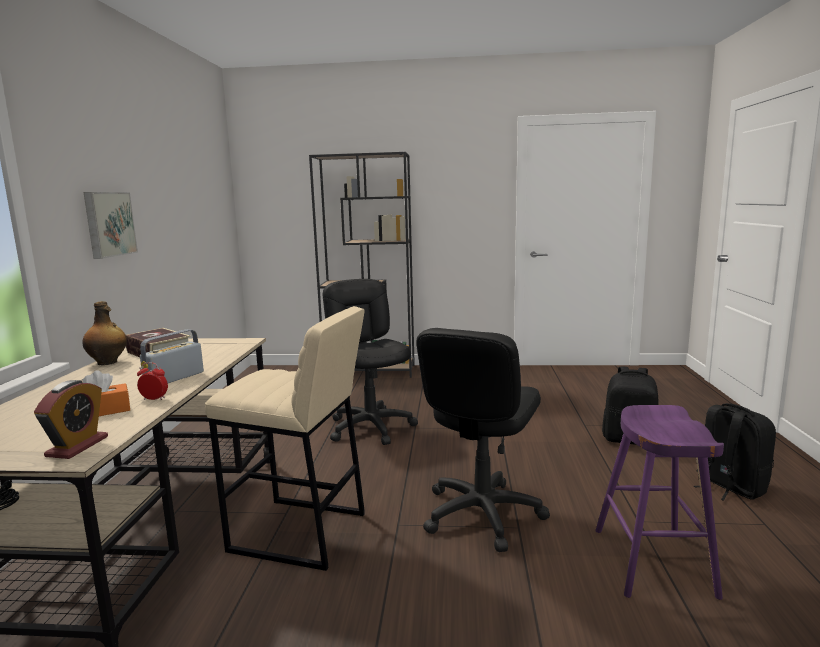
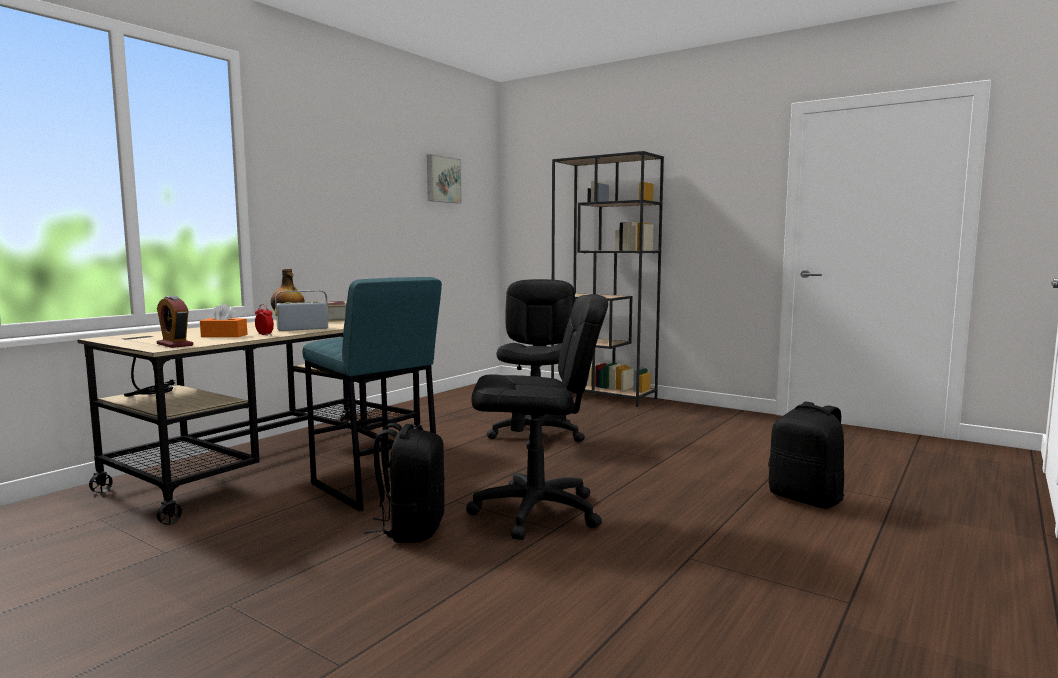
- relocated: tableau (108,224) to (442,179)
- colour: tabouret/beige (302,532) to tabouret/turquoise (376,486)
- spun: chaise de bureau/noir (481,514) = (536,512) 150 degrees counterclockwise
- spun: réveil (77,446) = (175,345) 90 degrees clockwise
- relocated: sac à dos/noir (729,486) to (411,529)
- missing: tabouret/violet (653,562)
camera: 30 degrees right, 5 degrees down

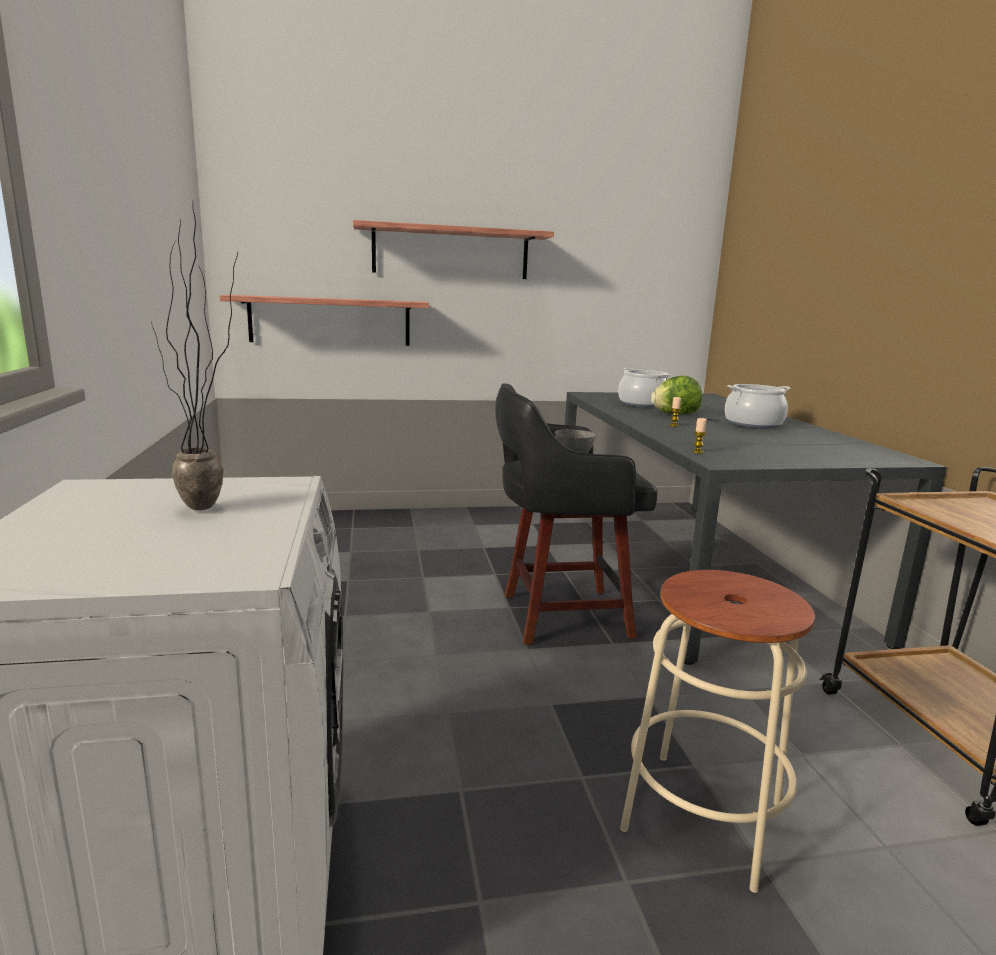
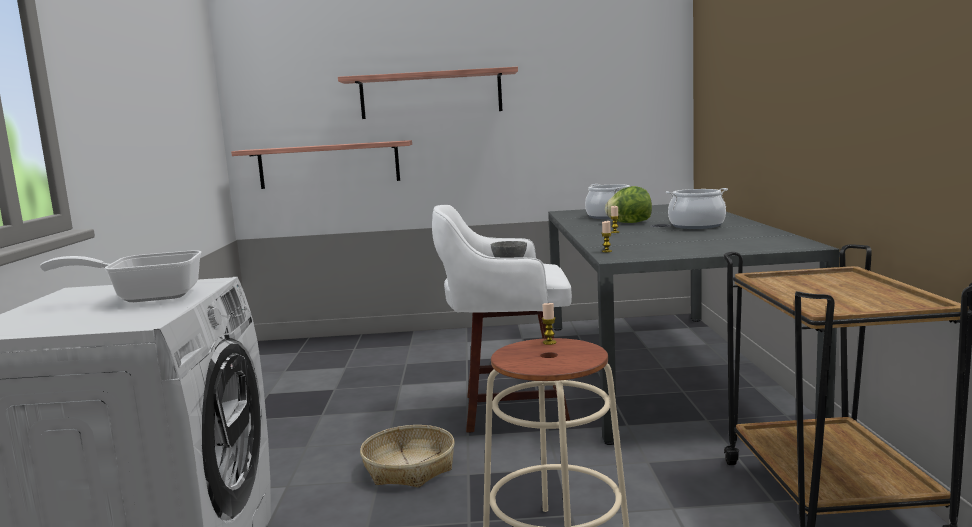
- exchanged: plante en pot (213,509) to poêle (147,296)
- colour: tabouret/noir (559,615) to tabouret/blanc (509,410)
- appeared: bougie (549,342)
- appeared: panier (409,468)
camera: 10 degrees right, 5 degrees down

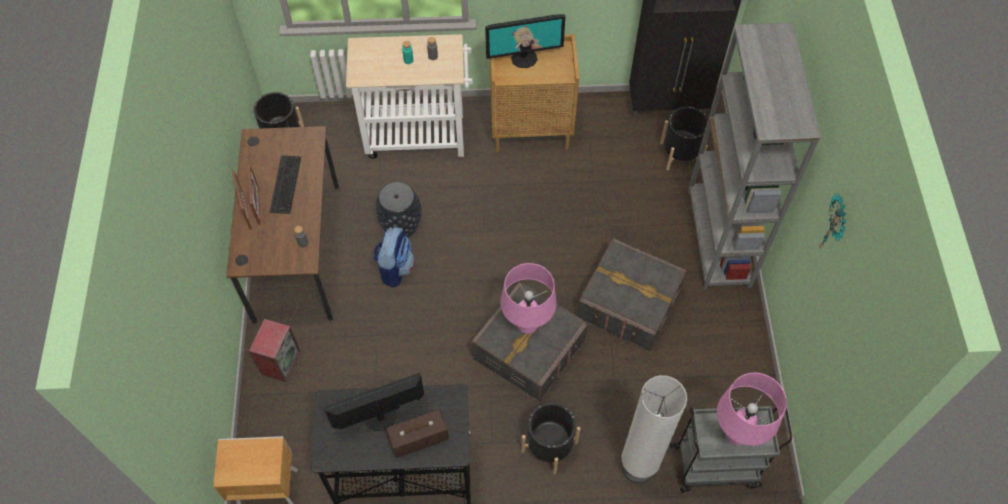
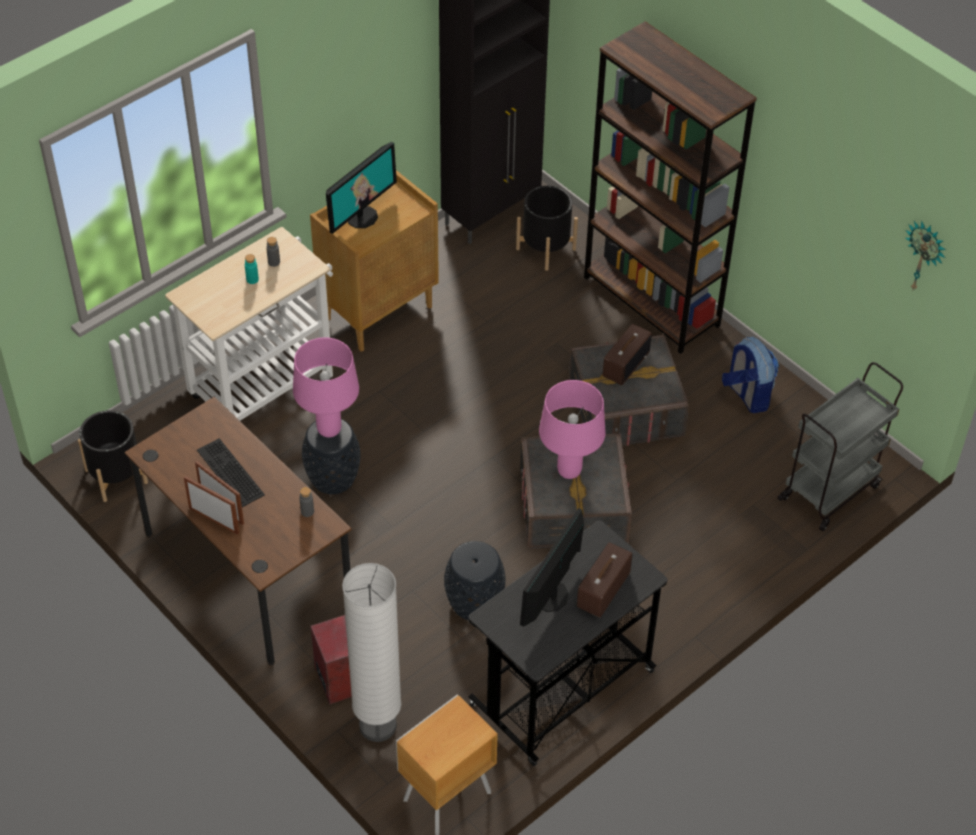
- colour: bibliothèque/gris (718,238) to bibliothèque/marron (651,301)
- relocated: horloge murale (835,227) to (924,256)
- relocated: sac à dos (395,268) to (747,395)
- relocated: lampe de table/rose (736,436) to (330,430)
- relocated: lampadaire/blanc (637,469) to (378,725)
- missing: cache-pot/noir (549,446)
- appeared: radio (625,363)
- appeared: tabouret/noir (474,602)
camera: 40 degrees left, 10 degrees down

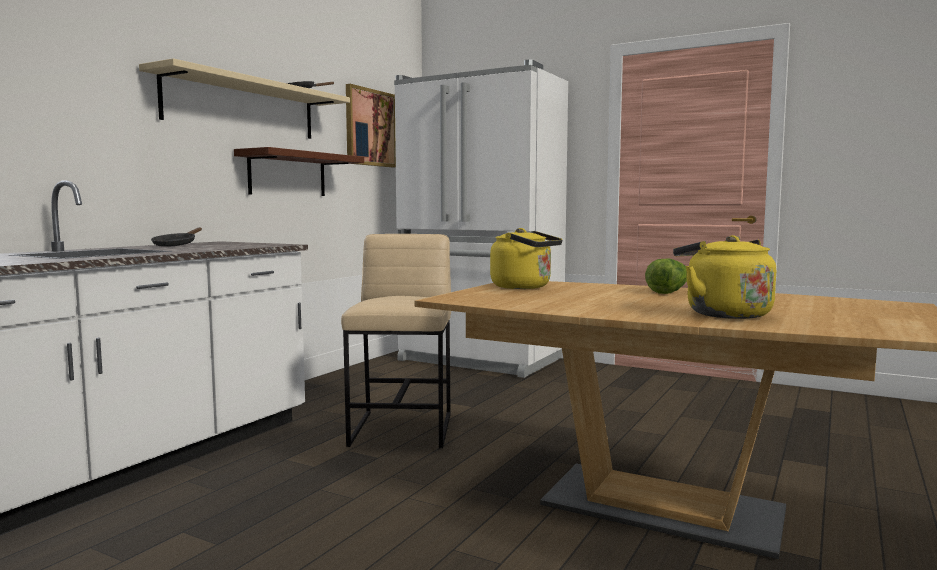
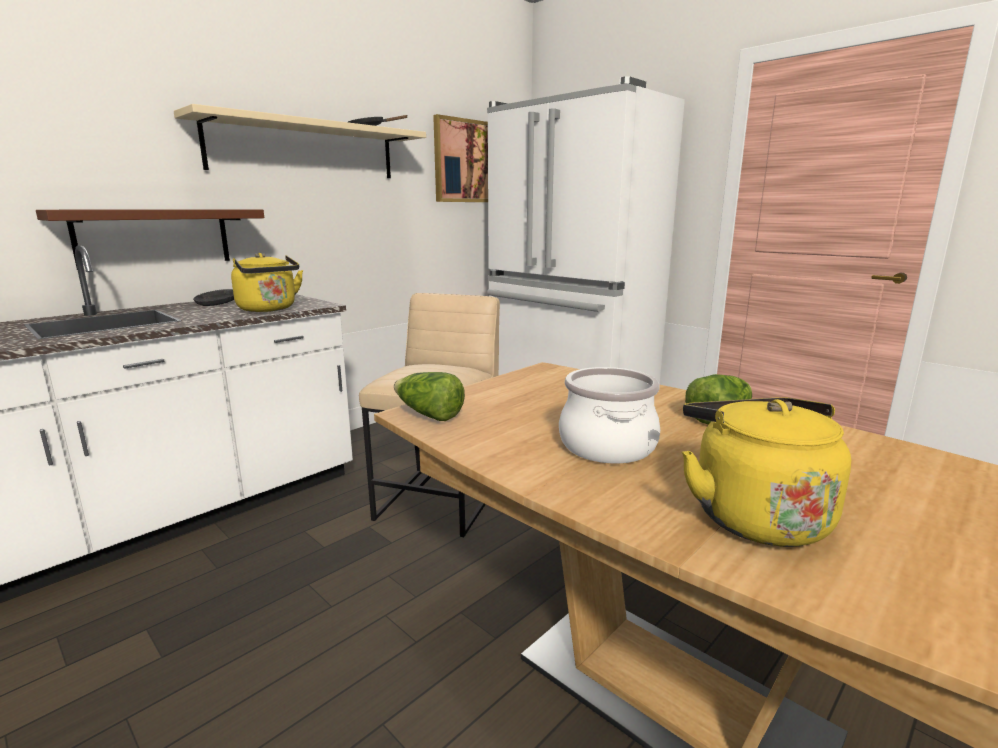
- relocated: étagère/marron (287,174) to (154,237)
- relocated: bouilloire/jaune (525,287) to (269,309)
- appeared: marmite (608,446)
- appeared: laitue (428,415)
camera: 15 degrees right, 10 degrees up

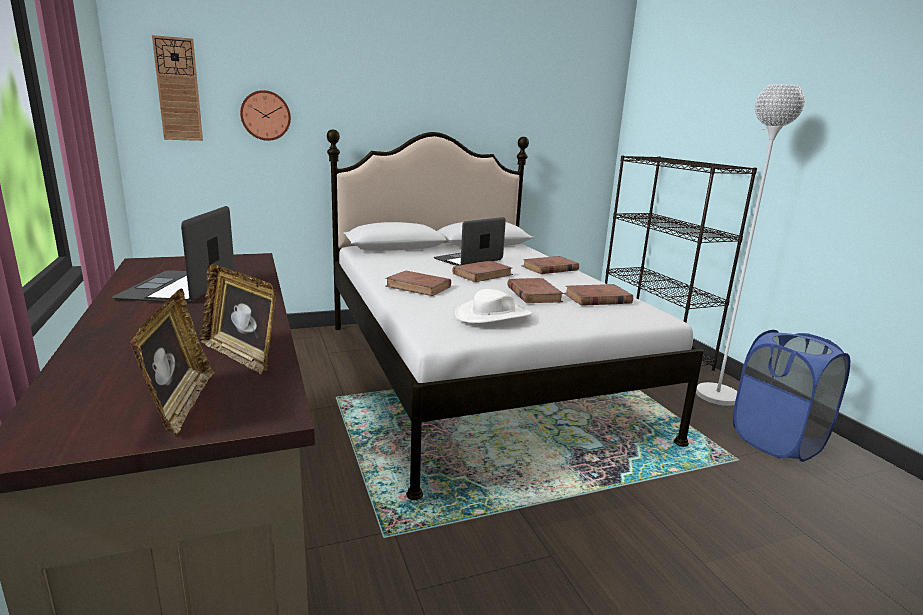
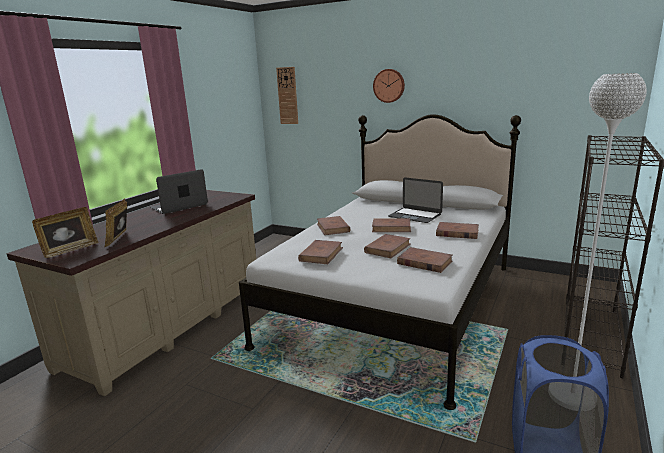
- relocated: horloge murale (265,115) to (389,85)
- spun: ordinateur portable (468,259) = (415,215) 150 degrees counterclockwise
- exchanged: chapeau/blanc (493,315) to livre/marron (321,254)
camera: 50 degrees right, 0 degrees up

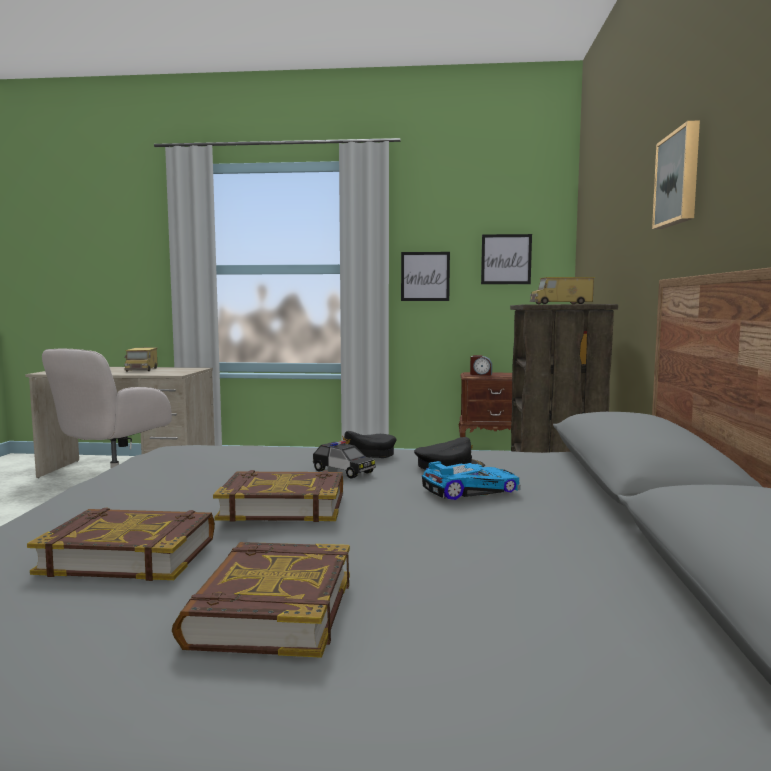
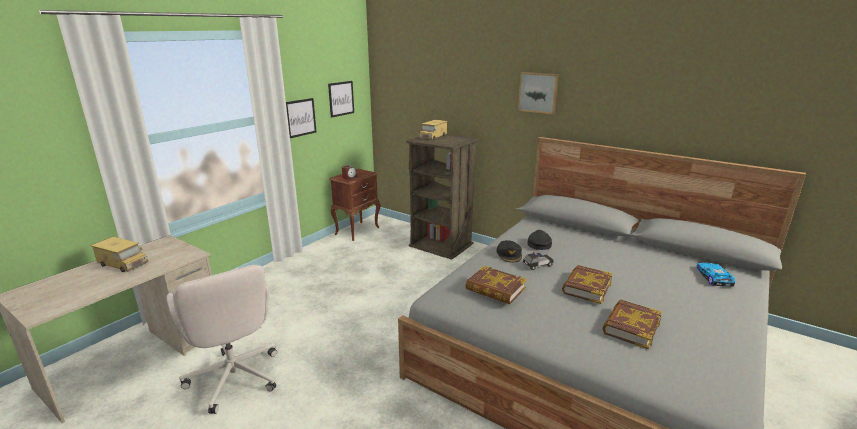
- relocated: petite voiture (469,489) to (713,277)
- relocated: livre (271,609) to (495,289)
camera: 60 degrees left, 15 degrees up

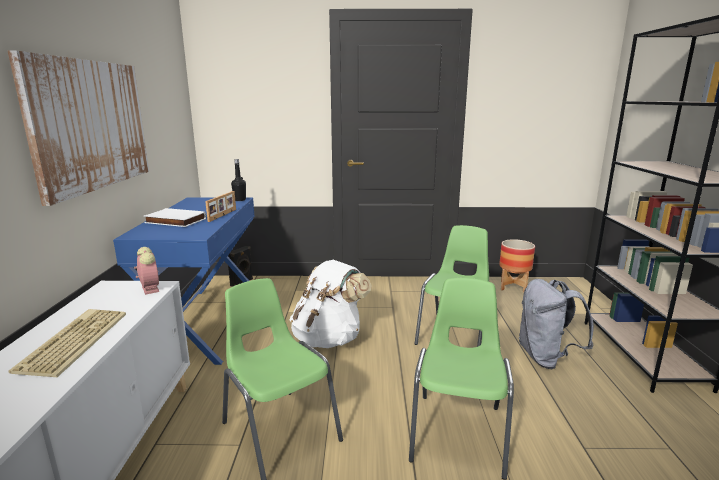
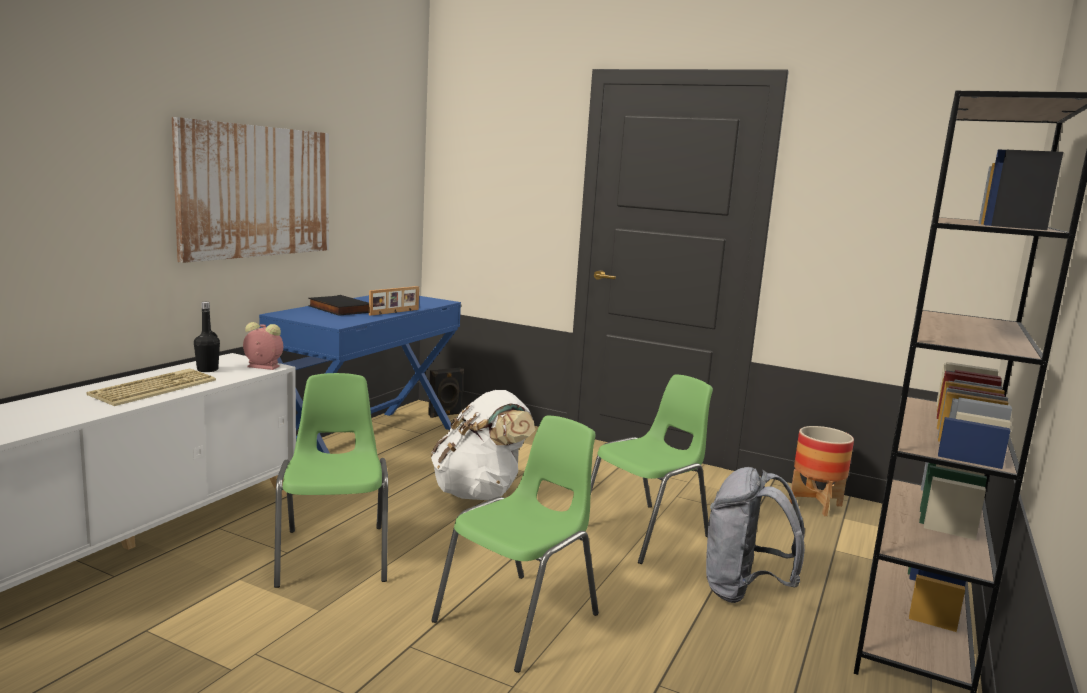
- relocated: bouteille/noir (240,200) to (207,370)
- colour: livre/blanc (174,221) to livre/noir (338,309)
- spun: réveil (149,288) = (262,366) 75 degrees counterclockwise
camera: 25 degrees right, 5 degrees down

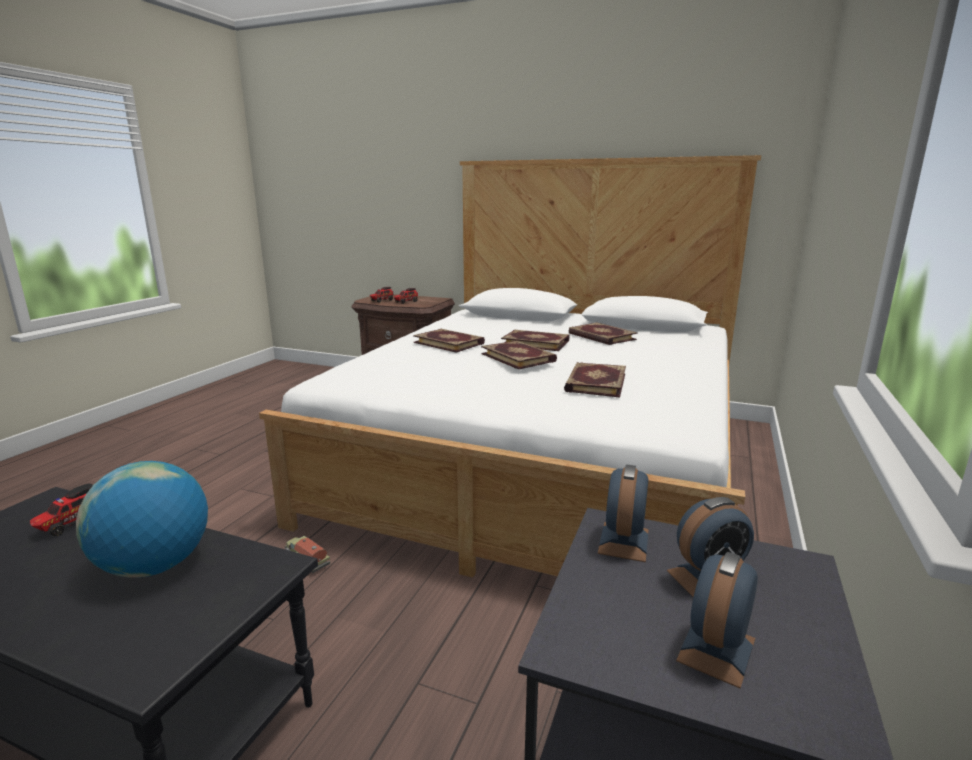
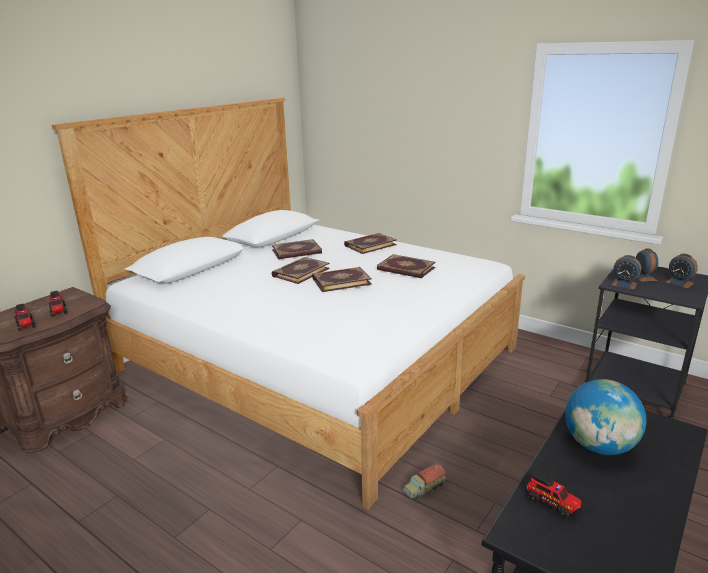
- relocated: livre (449,343) to (370,245)
camera: 75 degrees left, 5 degrees up

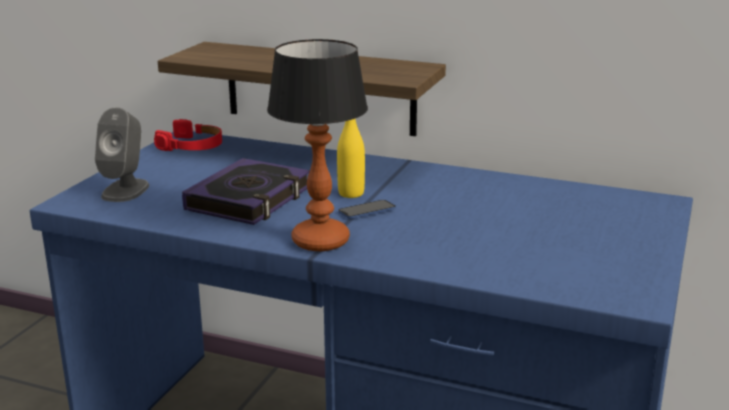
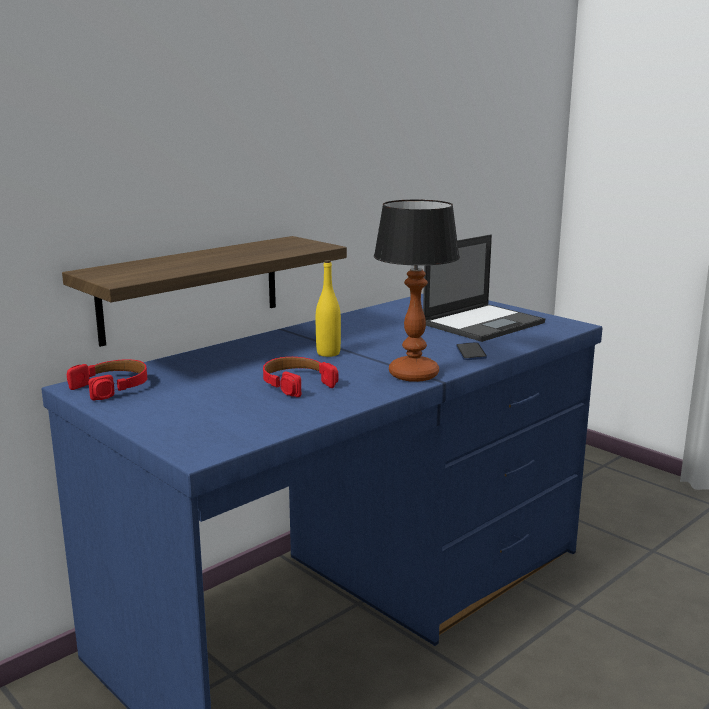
- missing: enceinte/gris (125,190)
- exchanged: livre (249,199) to casque audio/rouge (296,383)
- relocated: téléphone (367,211) to (471,353)
- appeared: ordinateur portable (484,323)
camera: 65 degrees left, 5 degrees down

